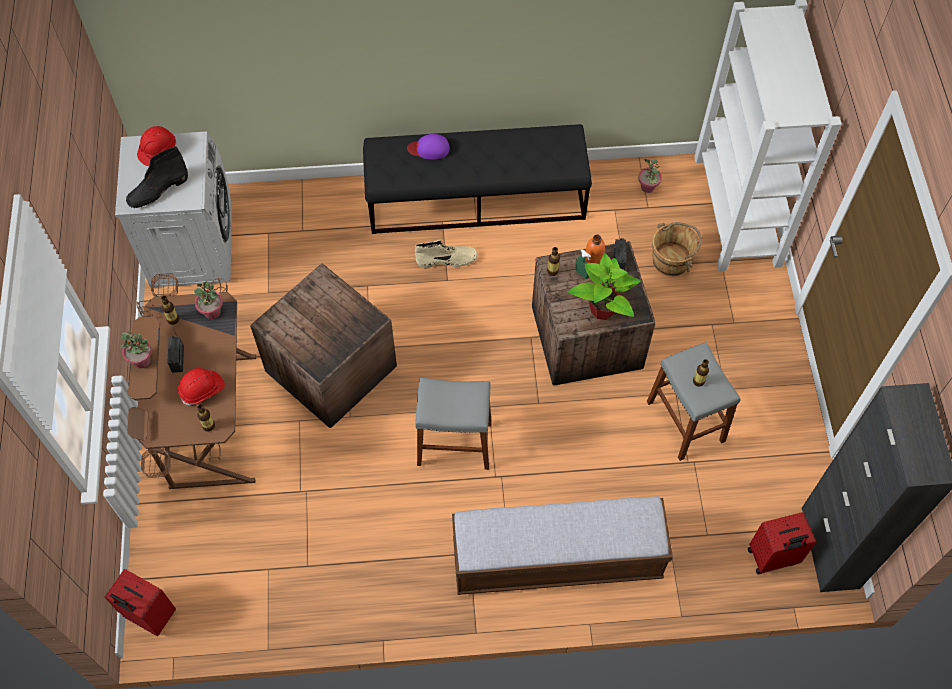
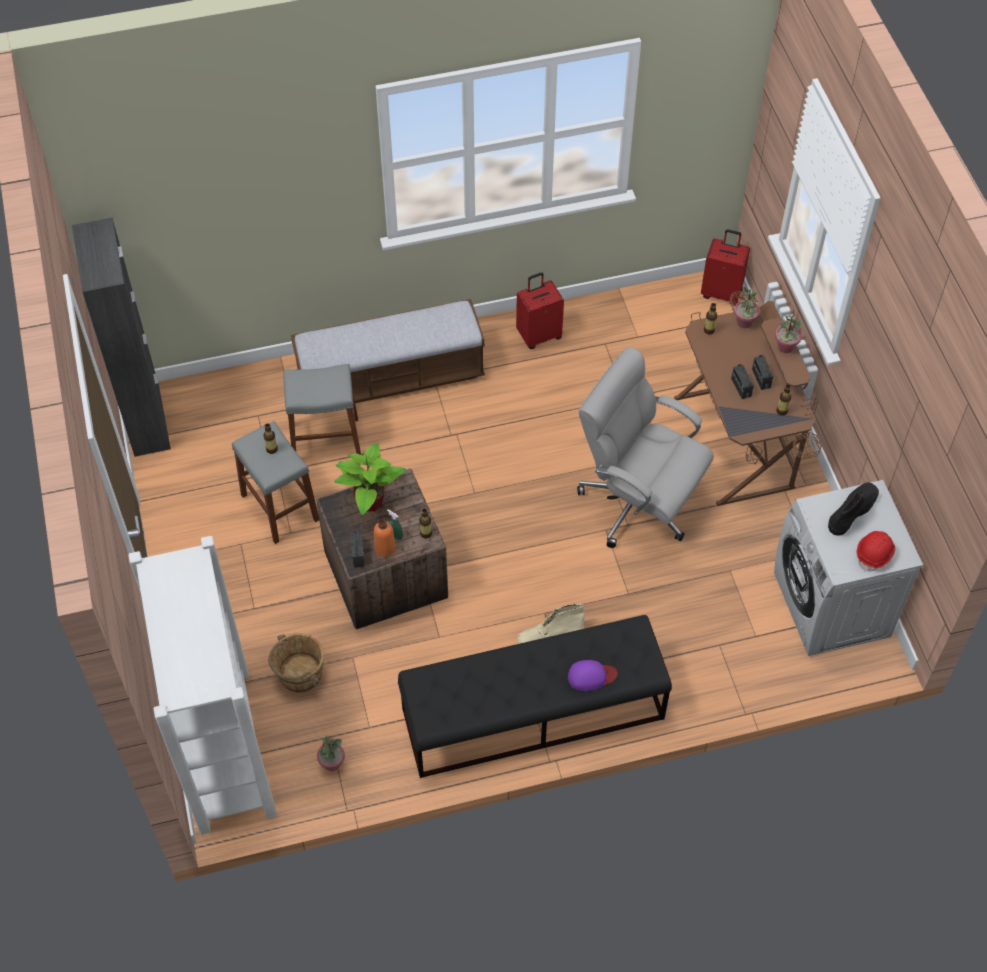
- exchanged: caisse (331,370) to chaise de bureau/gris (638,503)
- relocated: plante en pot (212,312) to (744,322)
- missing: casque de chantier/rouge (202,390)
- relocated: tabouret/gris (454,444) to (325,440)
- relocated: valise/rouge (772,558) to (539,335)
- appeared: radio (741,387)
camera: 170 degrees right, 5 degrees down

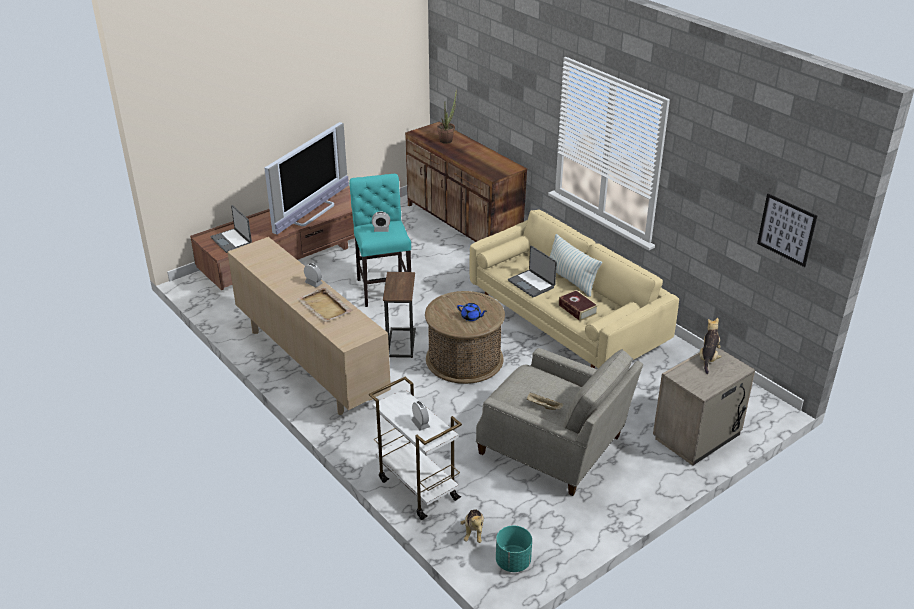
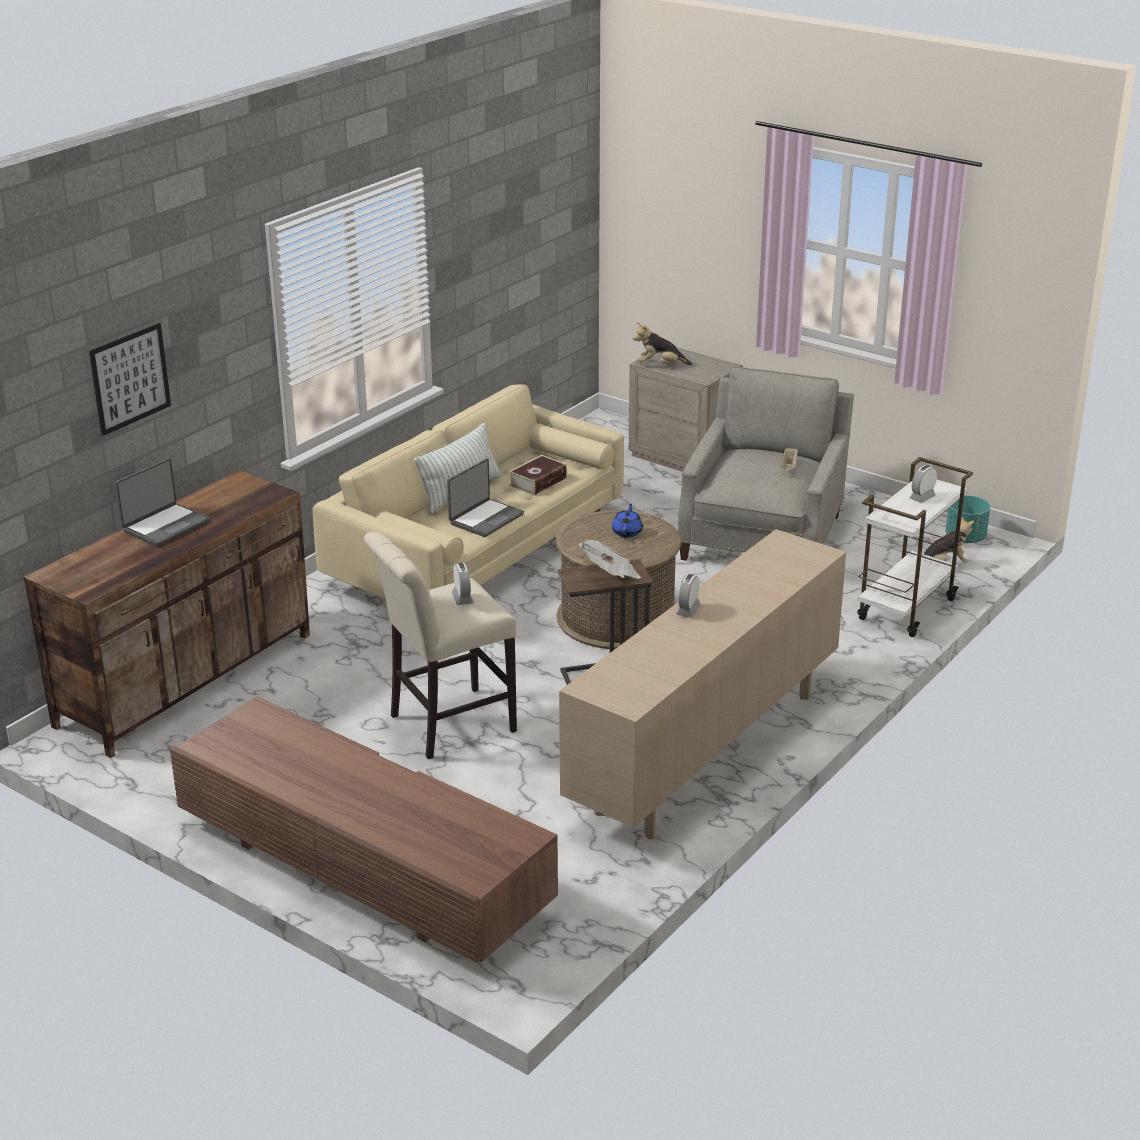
- missing: plante en pot (447,139)
- missing: téléviseur (311,212)
- colour: tabouret/turquoise (383,287) to tabouret/beige (445,725)
- relocated: tableau (786,229) to (130,378)
- relocated: ordinateur portable (232,241) to (165,526)
- missing: plateau/beige (325,307)
- appeared: journal (610,574)
camera: 105 degrees left, 5 degrees down

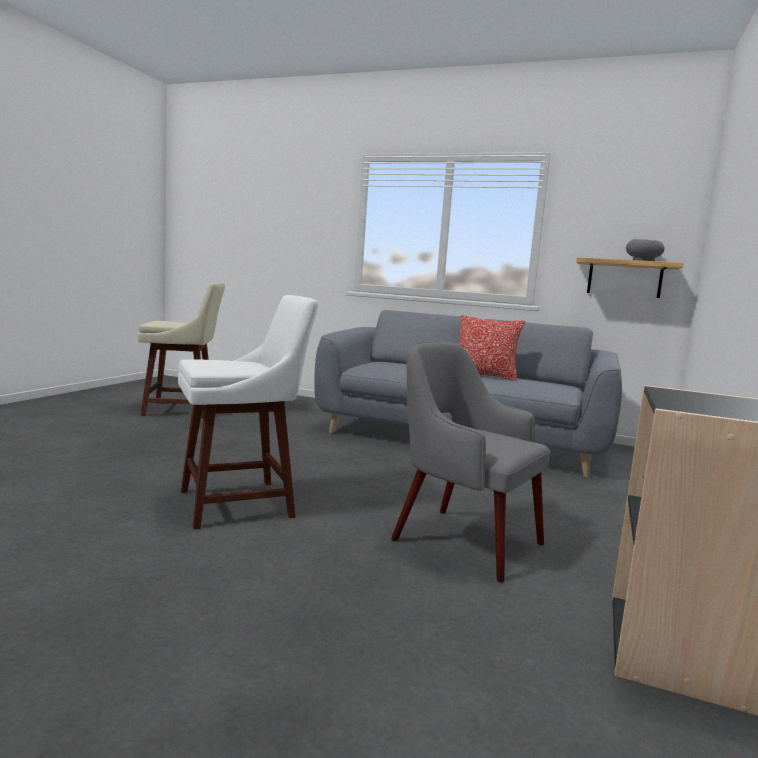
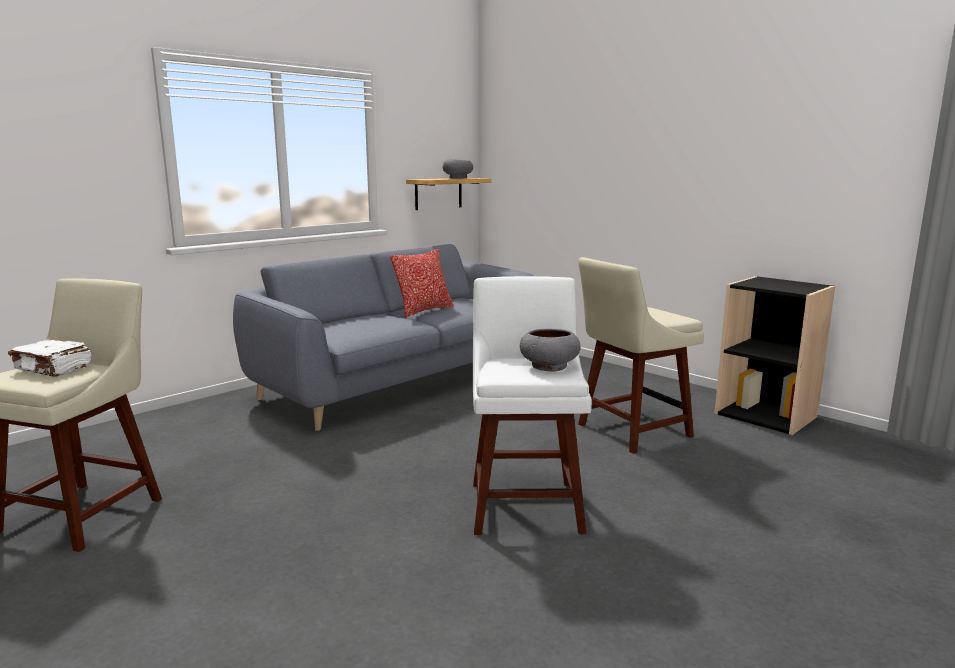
- exchanged: fauteuil/gris (463,540) to tabouret/beige (630,431)
- appeared: bol/gris (548,366)
- appeared: livre/blanc (53,369)
camera: 65 degrees left, 5 degrees up

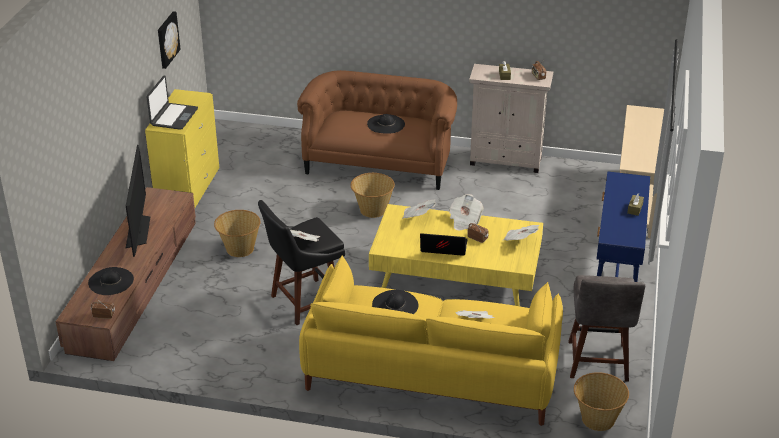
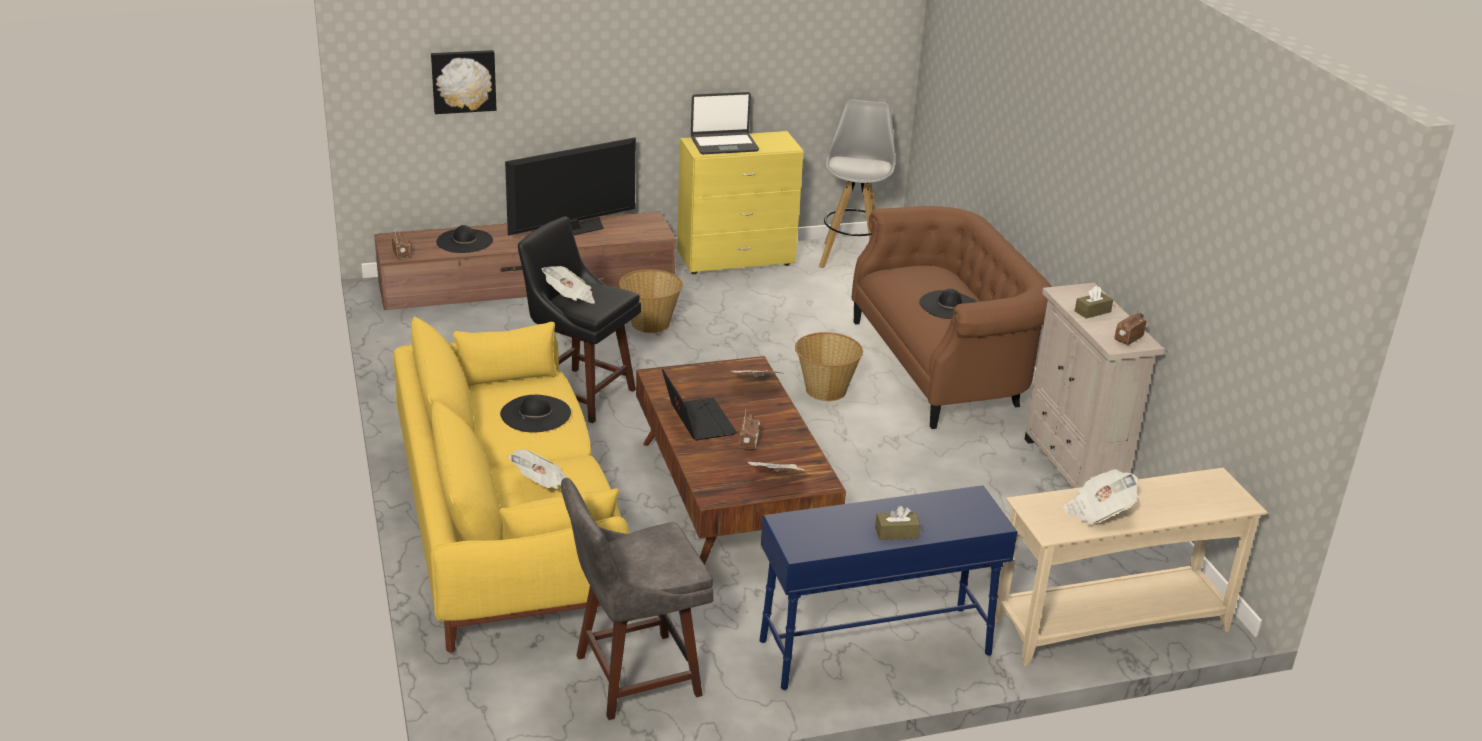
- relocated: tableau (167,39) to (463,81)
- relocated: journal (464,221) to (1097,512)
- colour: table basse/jaune (455,278) to table basse/marron (732,494)
- missing: panier (597,419)
- appeared: tabouret/gris (852,257)
camera: 60 degrees right, 5 degrees down

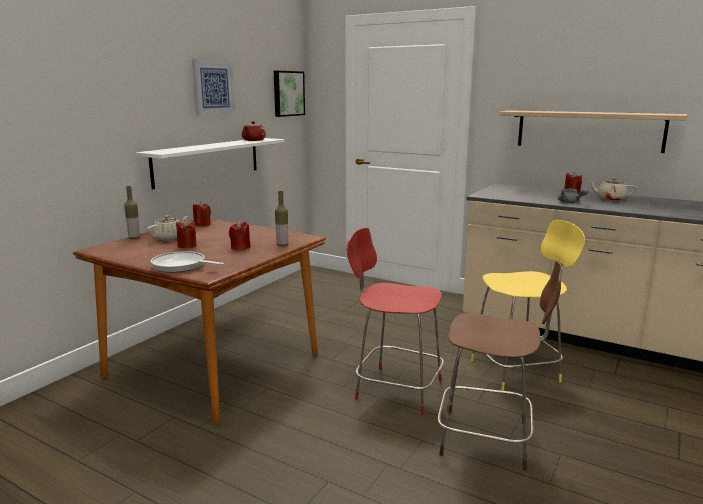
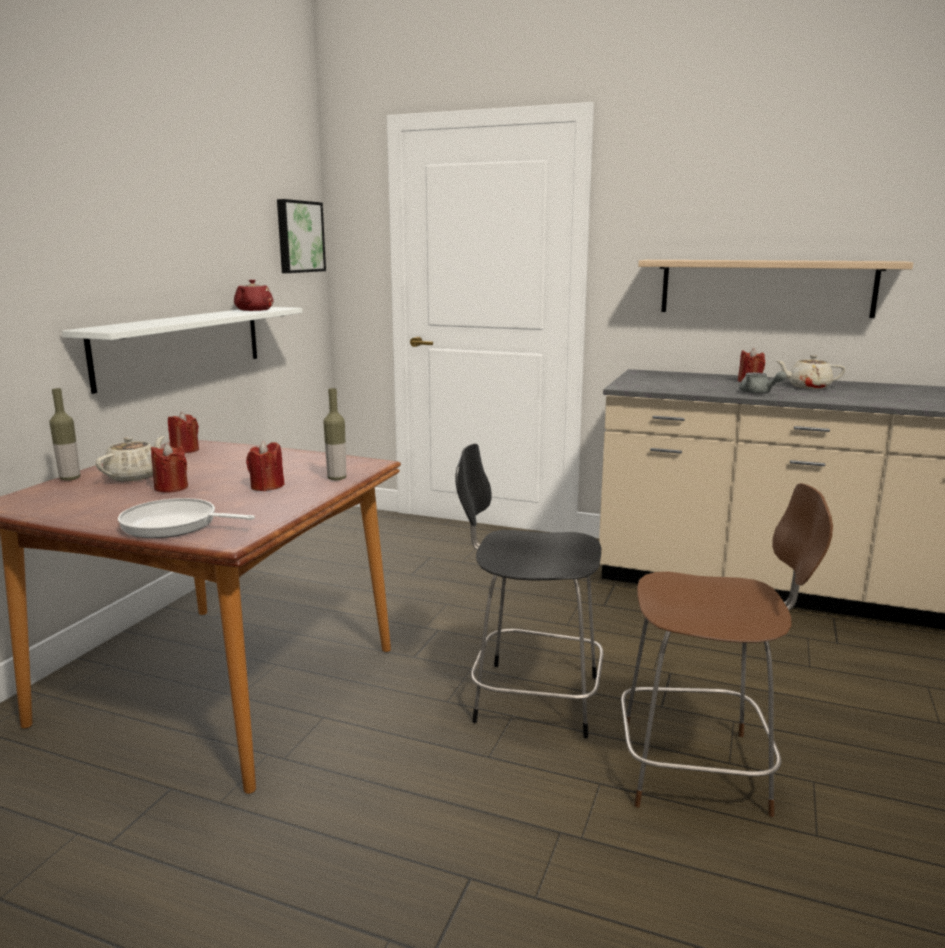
- missing: tableau (213,87)
- missing: tabouret/jaune (517,370)
- colour: tabouret/rouge (396,389) to tabouret/noir (531,698)
camera: 10 degrees left, 0 degrees up

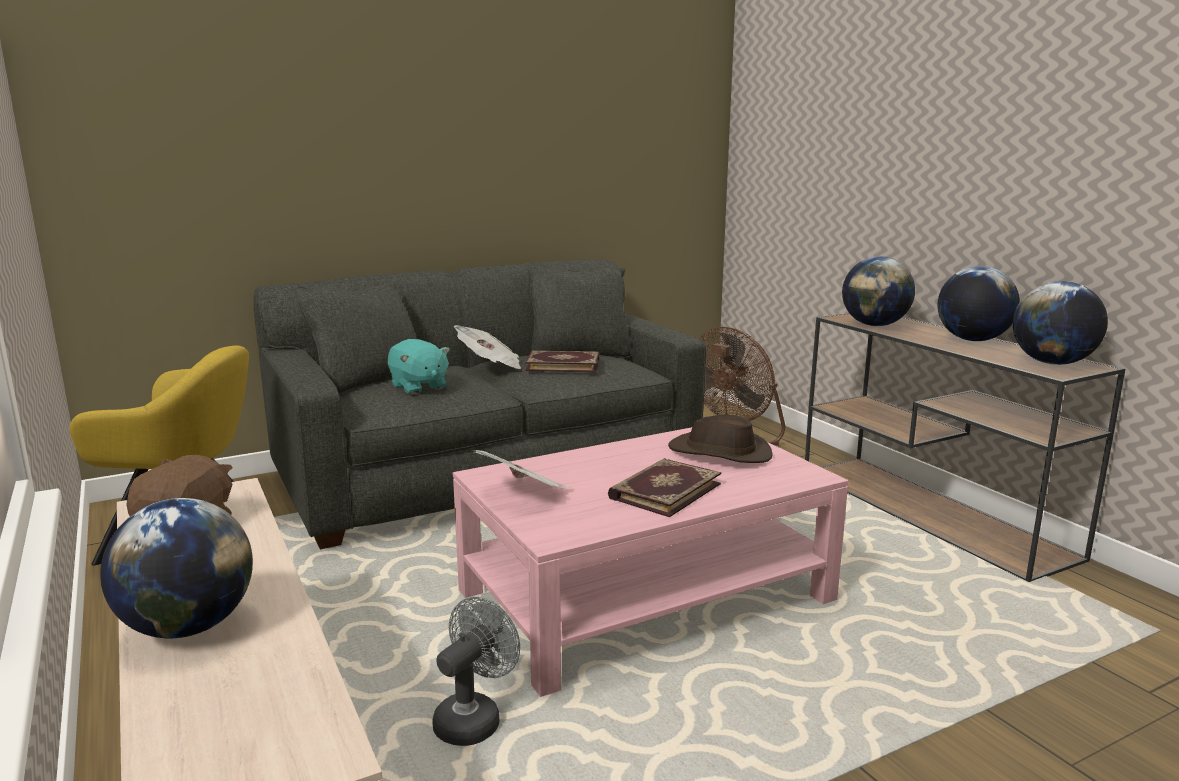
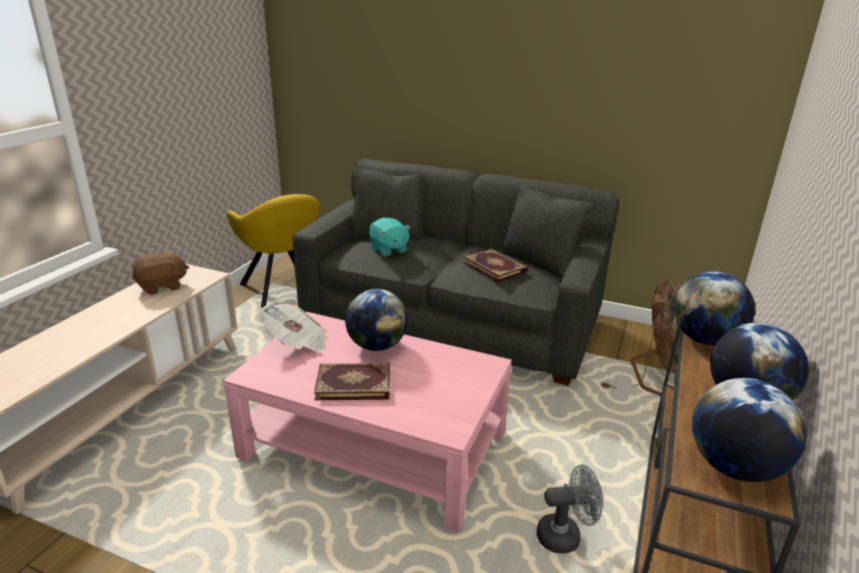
- missing: journal (490,365)
- spun: peluche/turquoise (418,387) = (388,250) 45 degrees counterclockwise
- missing: chapeau/marron (720,453)
- relocated: globe (187,627) to (376,346)
- relocated: ventilateur/gris (474,718) to (565,536)
camera: 50 degrees right, 10 degrees up

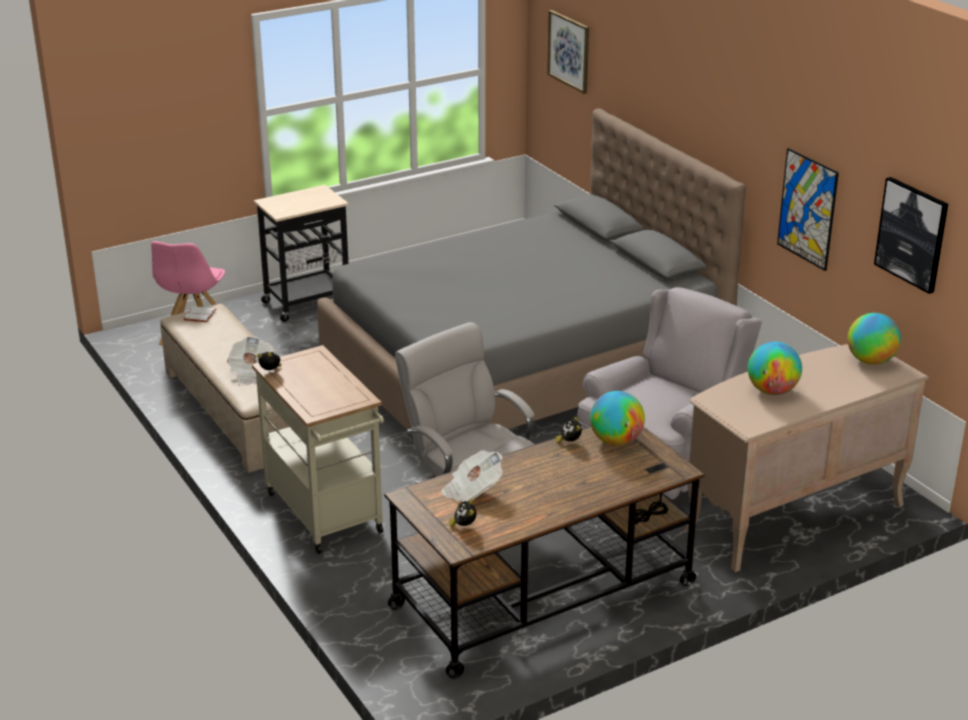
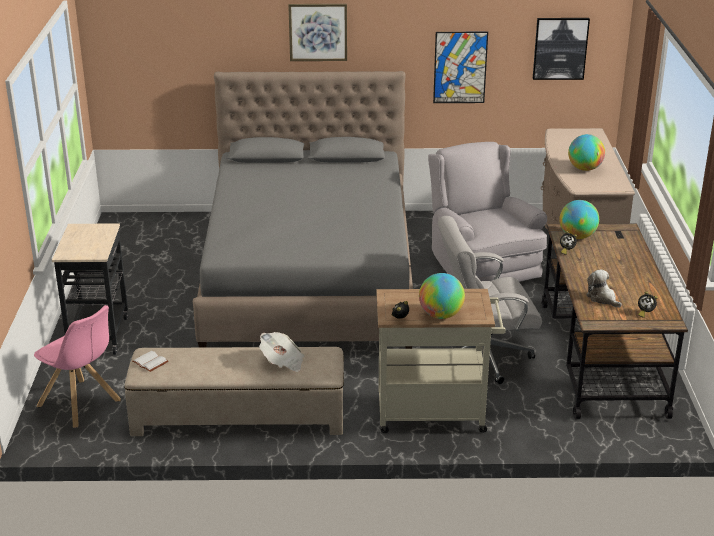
- relocated: tableau (569,51) to (318,32)
- relocated: globe (870,361) to (440,315)
- exchanged: journal (472,490) to peluche (602,298)
camera: 60 degrees left, 0 degrees up

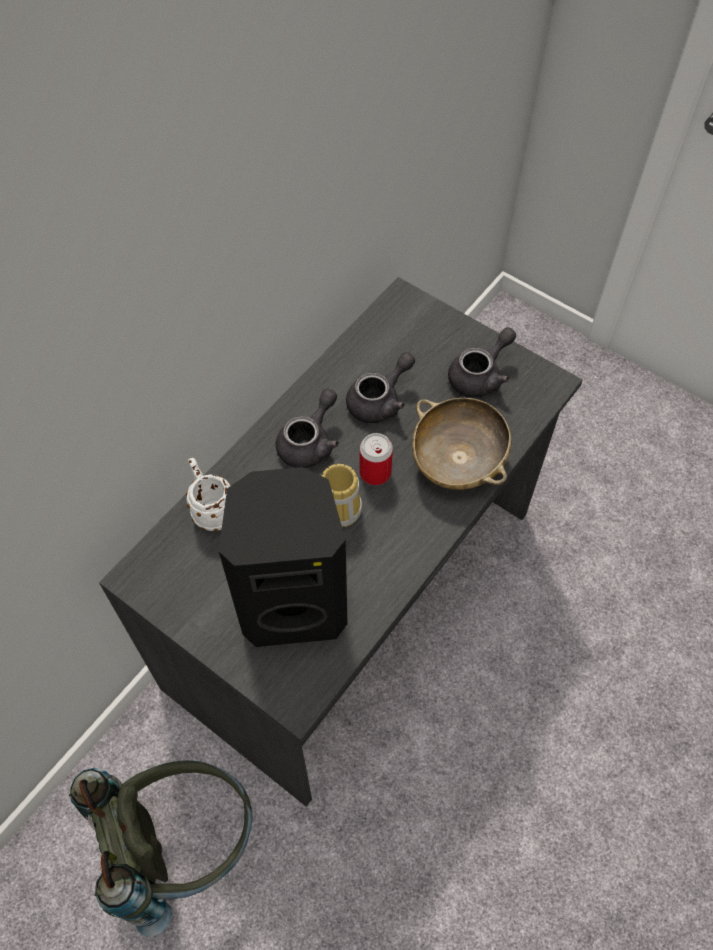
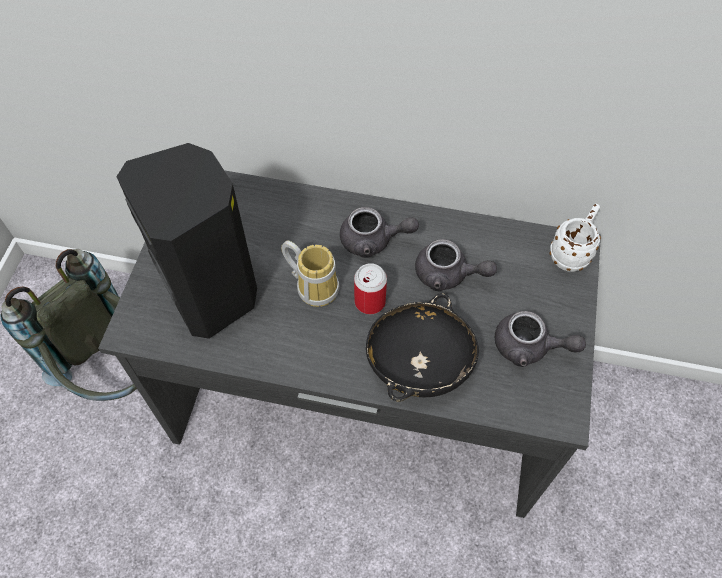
- colour: bol/beige (457,461) to bol/noir (418,364)
- relocated: mug/blanc (211,509) to (572,253)
camera: 65 degrees right, 0 degrees up

